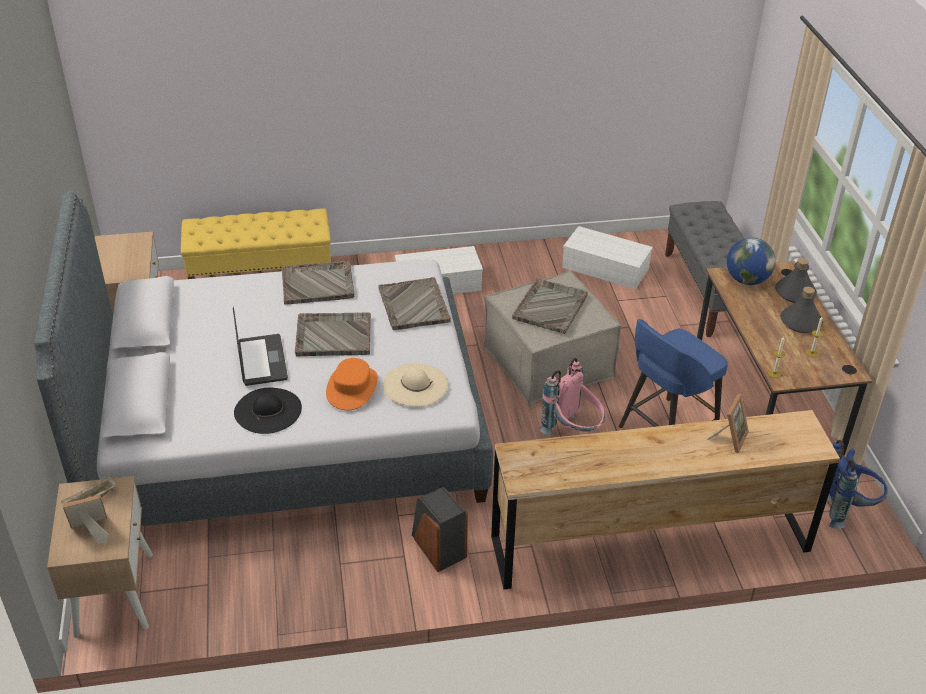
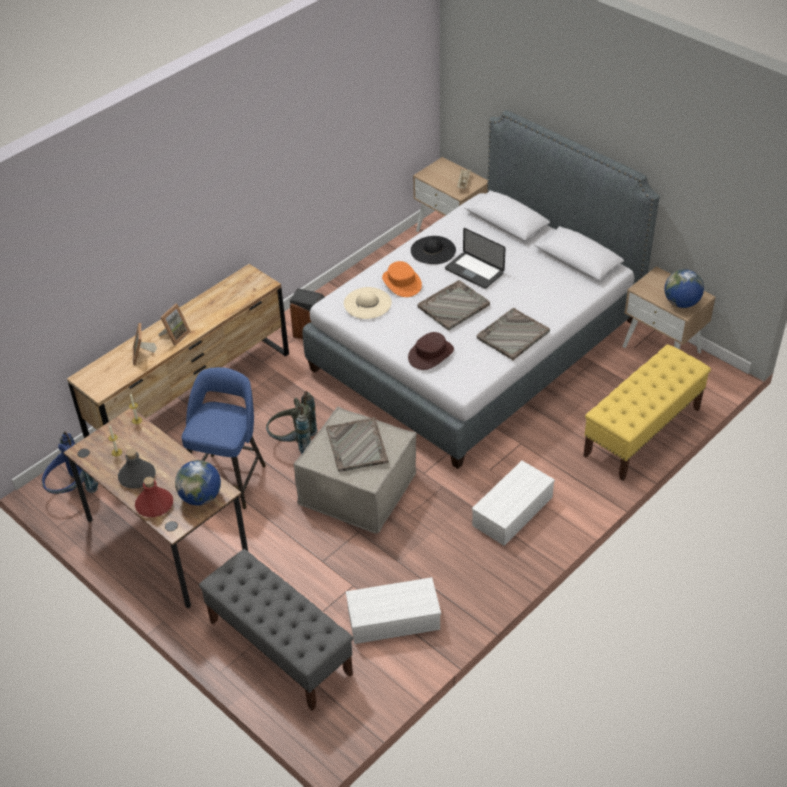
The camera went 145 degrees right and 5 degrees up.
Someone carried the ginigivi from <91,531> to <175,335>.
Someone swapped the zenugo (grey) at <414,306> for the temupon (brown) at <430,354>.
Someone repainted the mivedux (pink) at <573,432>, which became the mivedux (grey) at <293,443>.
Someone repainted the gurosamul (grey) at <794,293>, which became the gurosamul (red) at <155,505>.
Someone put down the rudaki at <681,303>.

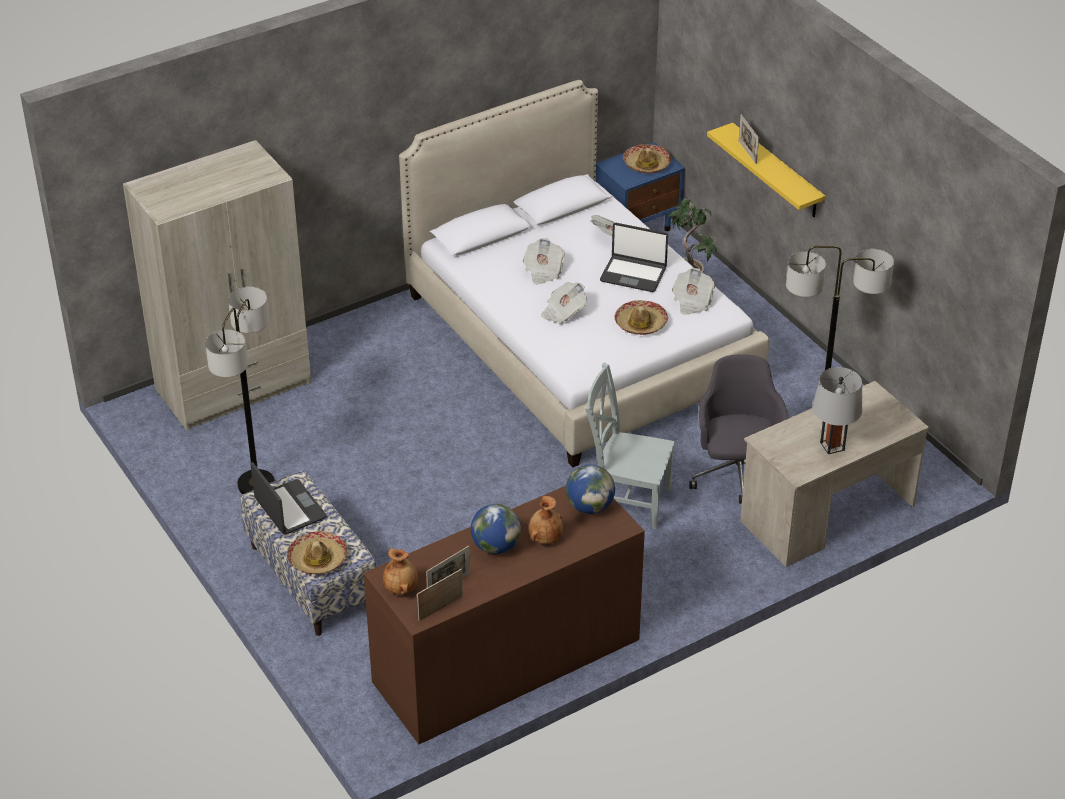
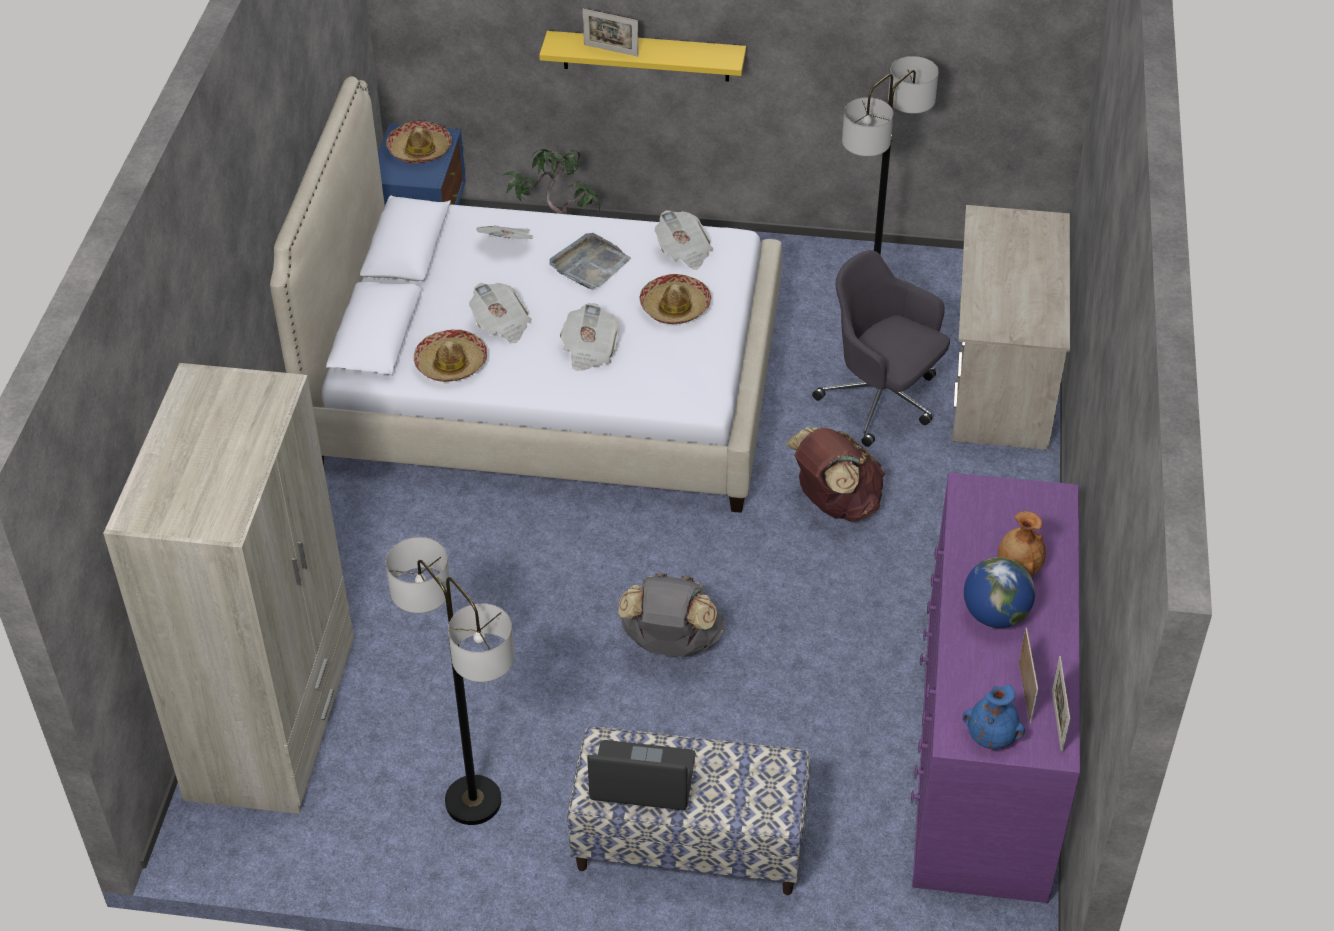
The camera went 50 degrees left and 5 degrees up.
Someone carried the temupon from <317,559> to <451,363>.
Someone repainted the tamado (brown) at <506,660>, which became the tamado (purple) at <984,747>.
Someone repainted the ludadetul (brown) at <401,588>, which became the ludadetul (blue) at <991,736>.
Someone took away the rudaki at <589,507>.
Someone swapped the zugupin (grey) at <626,500> for the mivedux (brown) at <835,503>.
Someone swapped the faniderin at <633,274> for the zenugo (grey) at <589,265>.
Someone took away the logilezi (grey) at <832,446>.
Someone put down the mivedux (grey) at <671,644>.

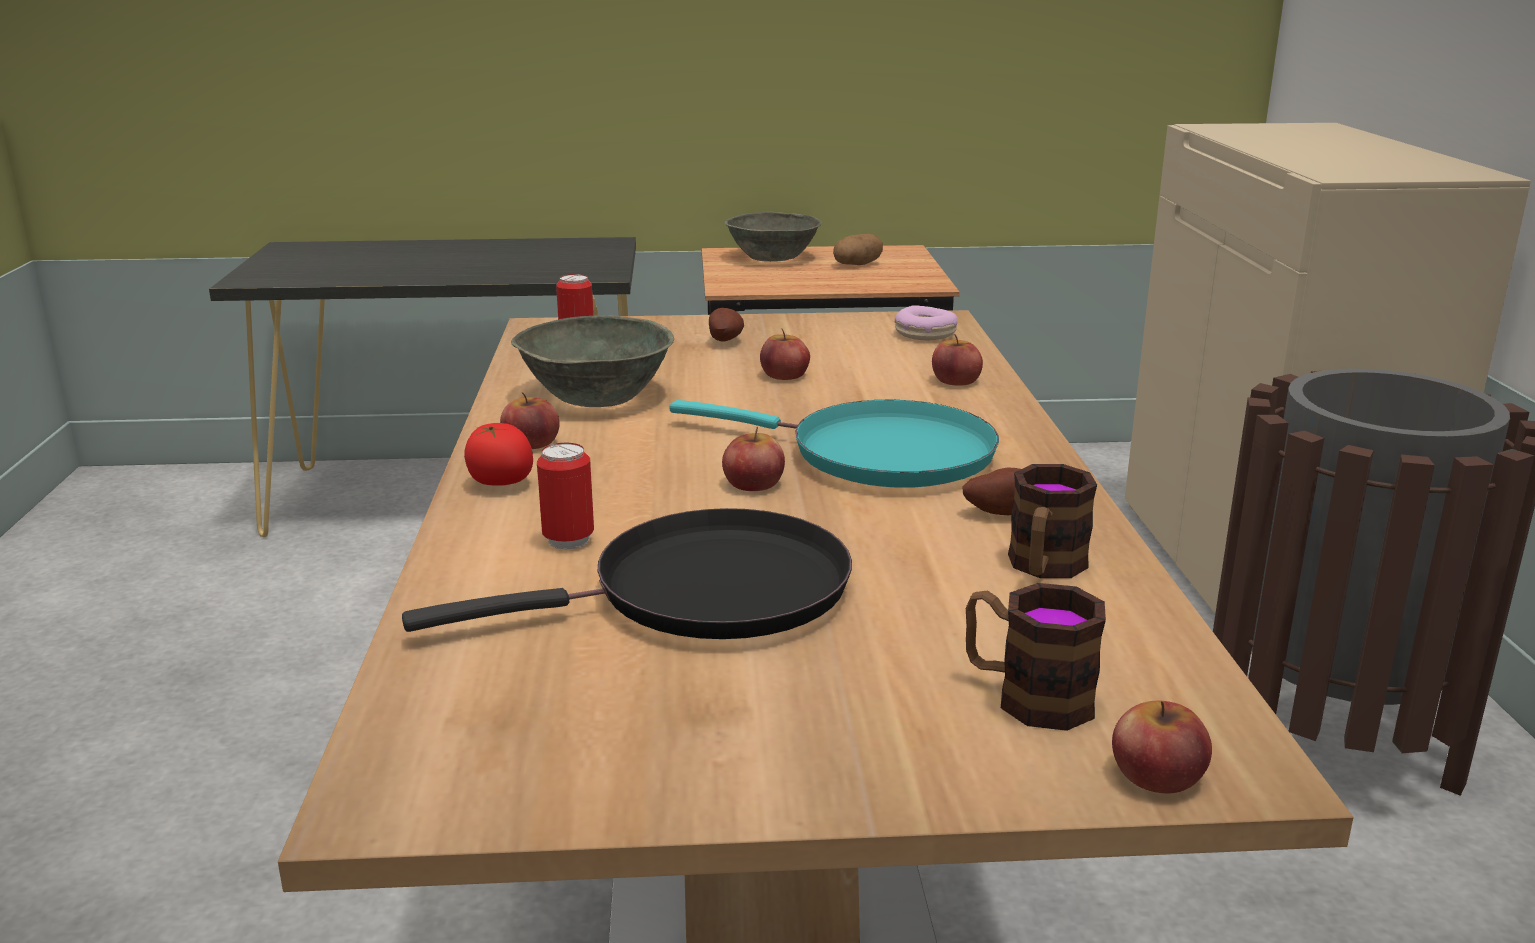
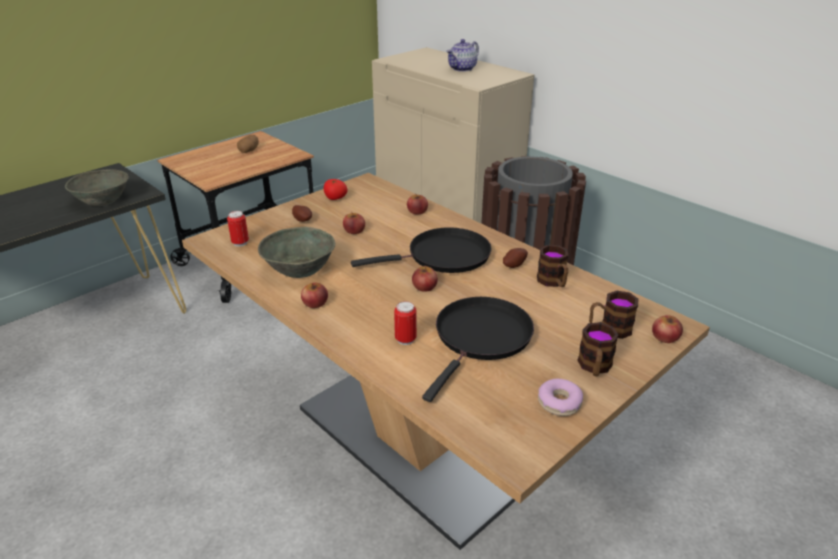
The camera went 40 degrees left and 10 degrees up.
Someone carried the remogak from <500,482> to <335,198>.
Someone repainted the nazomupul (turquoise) at <878,454>, which became the nazomupul (black) at <443,256>.
Someone carried the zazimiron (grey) from <773,257> to <102,200>.
Someone carried the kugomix from <925,333> to <559,402>.
Someone put down the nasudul at <462,69>.
Someone put down the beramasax at <594,367>.

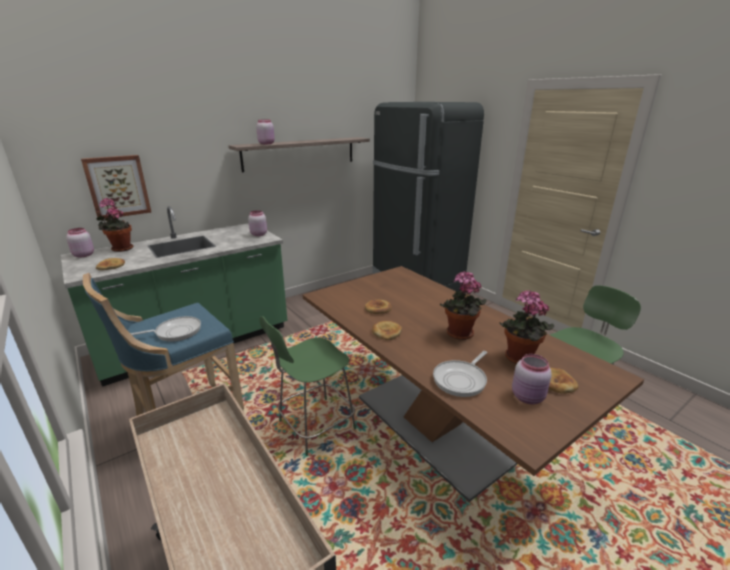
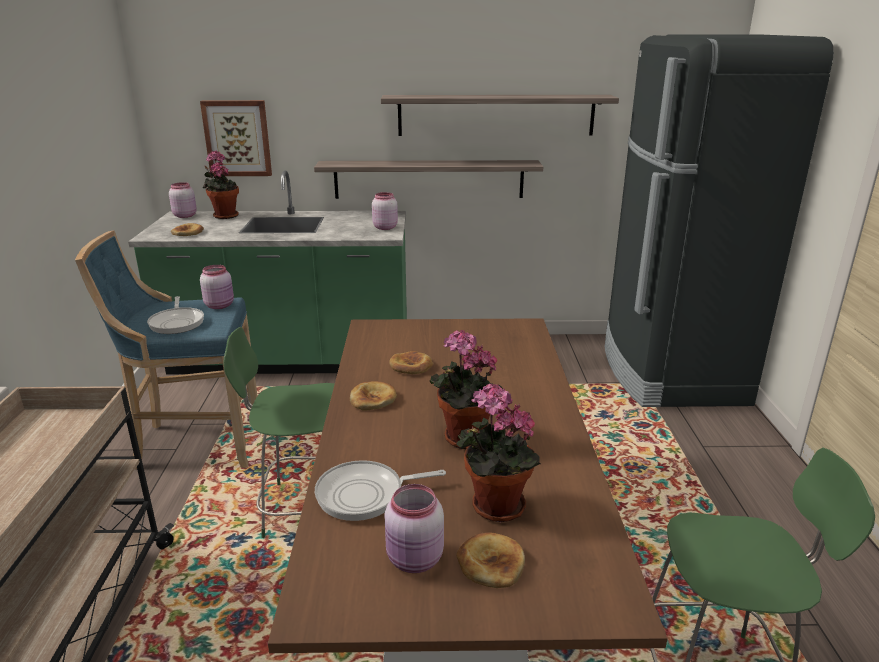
The camera went 35 degrees right and 0 degrees up.
Someone rotated the nazomupul at <175,332> by 60 degrees clockwise.
Someone carried the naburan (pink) from <266,143> to <220,305>.
Someone put up the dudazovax at <429,179>.

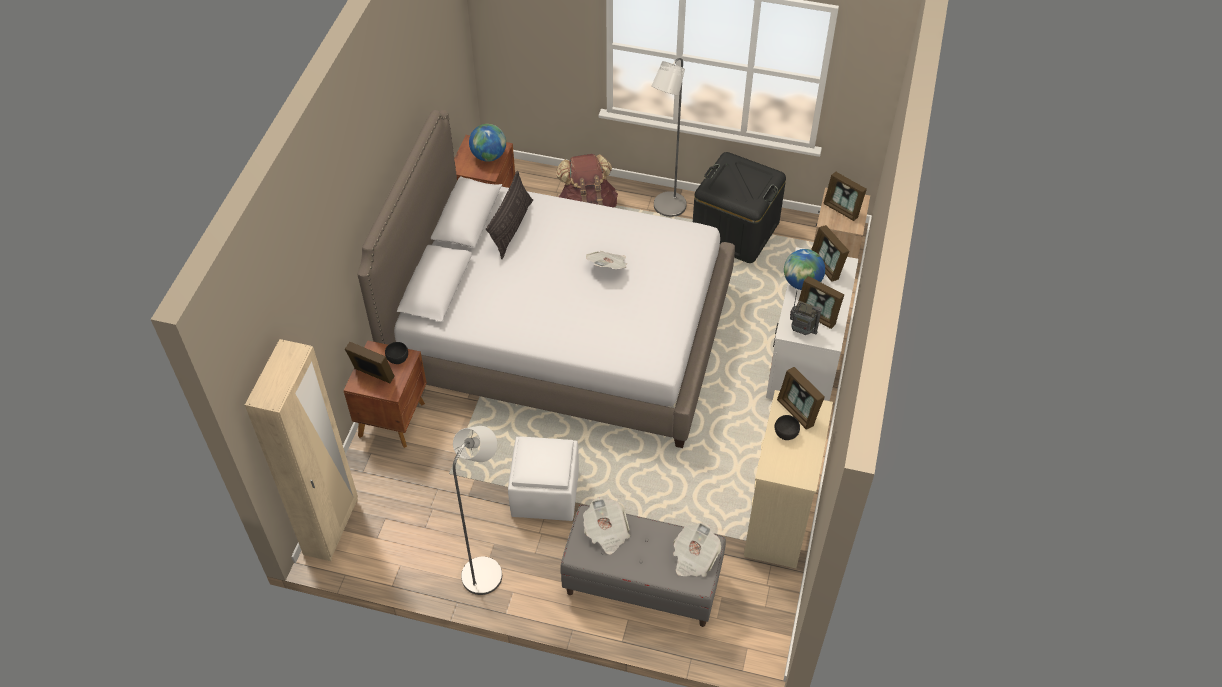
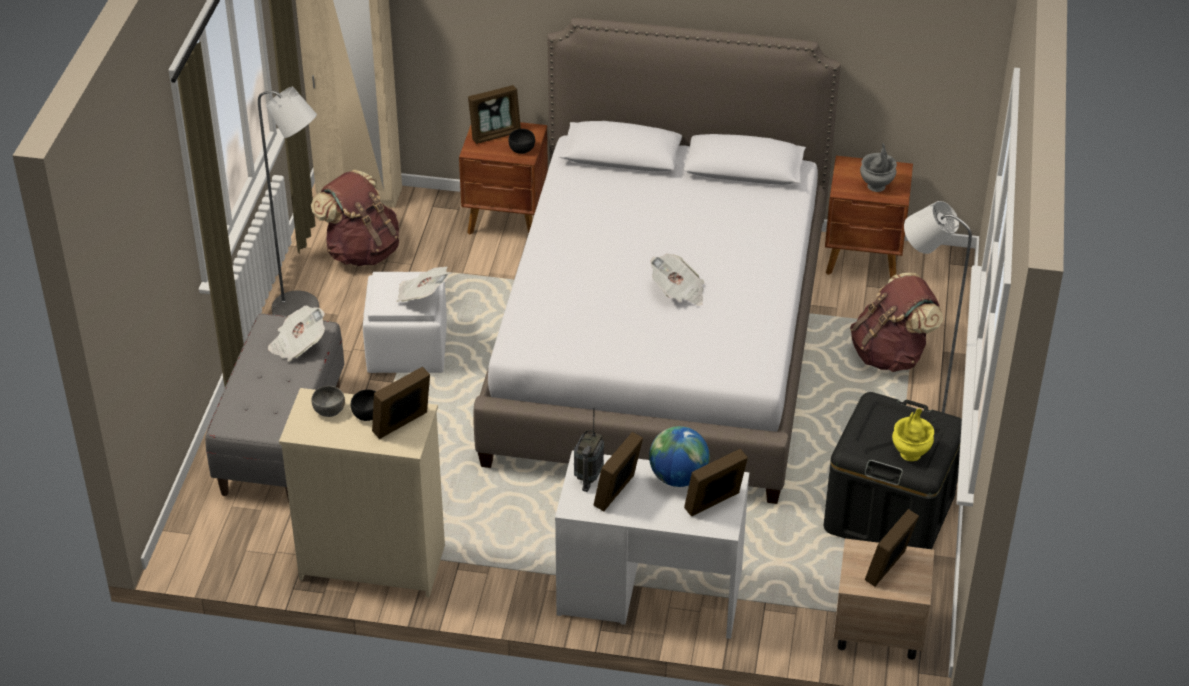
The camera went 85 degrees right and 10 degrees down.
Someone rotated the ginigivi at <372,375> by 45 degrees clockwise.
Someone swapped the rudaki at <489,156> for the ludadetul (grey) at <876,186>.
Someone took away the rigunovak at <512,228>.
Someone carried the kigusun from <694,558> to <422,295>.
Someone put down the mivedux (brown) at <361,251>.
Someone put down the zazimiron (grey) at <329,410>.
Someone put down the ludadetul (yellow) at <910,453>.

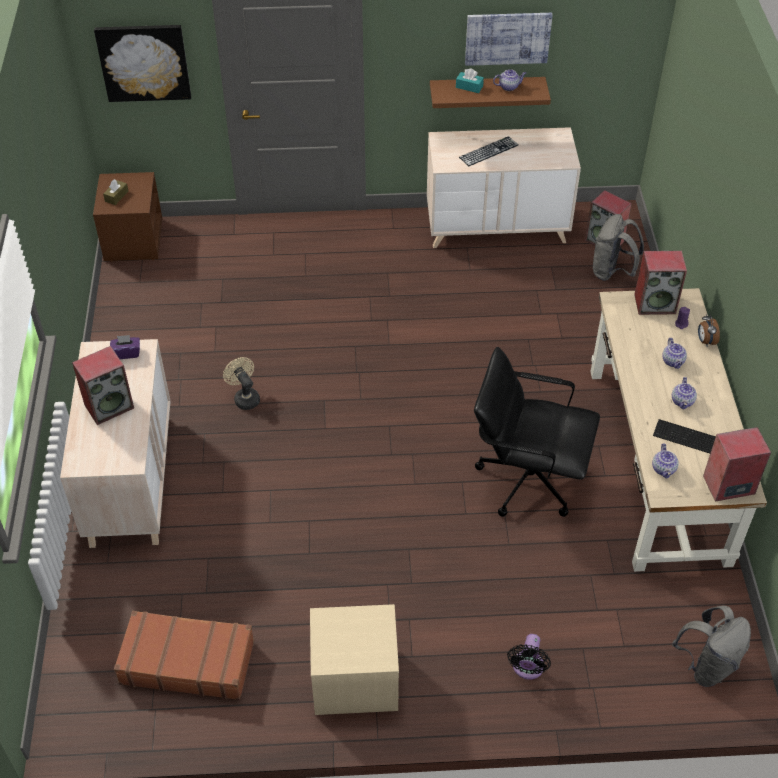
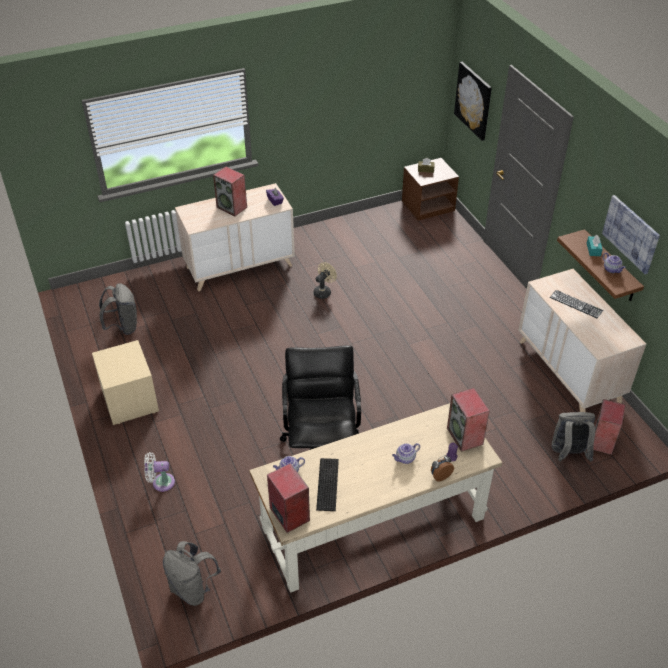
The camera went 70 degrees right and 5 degrees down.
Someone swapped the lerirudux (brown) at <187,662> for the mivedux (grey) at <123,327>.
Someone repainted the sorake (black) at <527,668>, which became the sorake (white) at <161,482>.
Someone took away the nasudul at <682,402>.

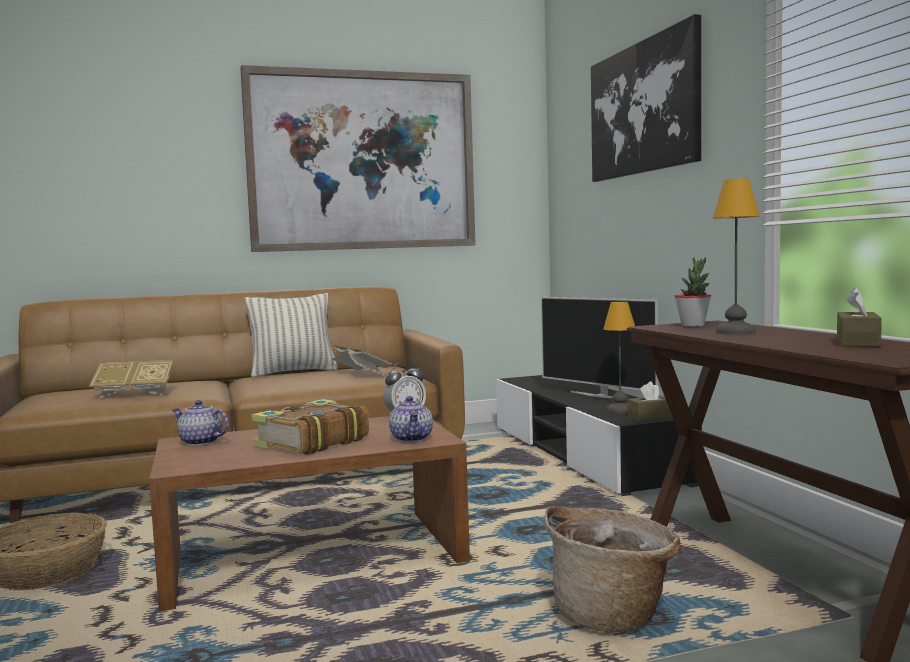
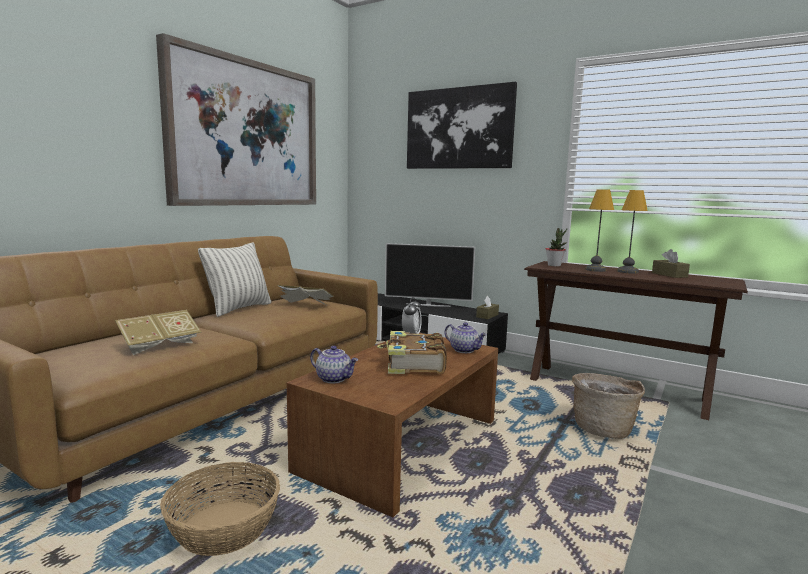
The camera went 40 degrees left and 5 degrees up.
Someone rotated the nasudul at <199,442> by 135 degrees counterclockwise.
Someone carried the logilezi from <621,410> to <628,271>.

